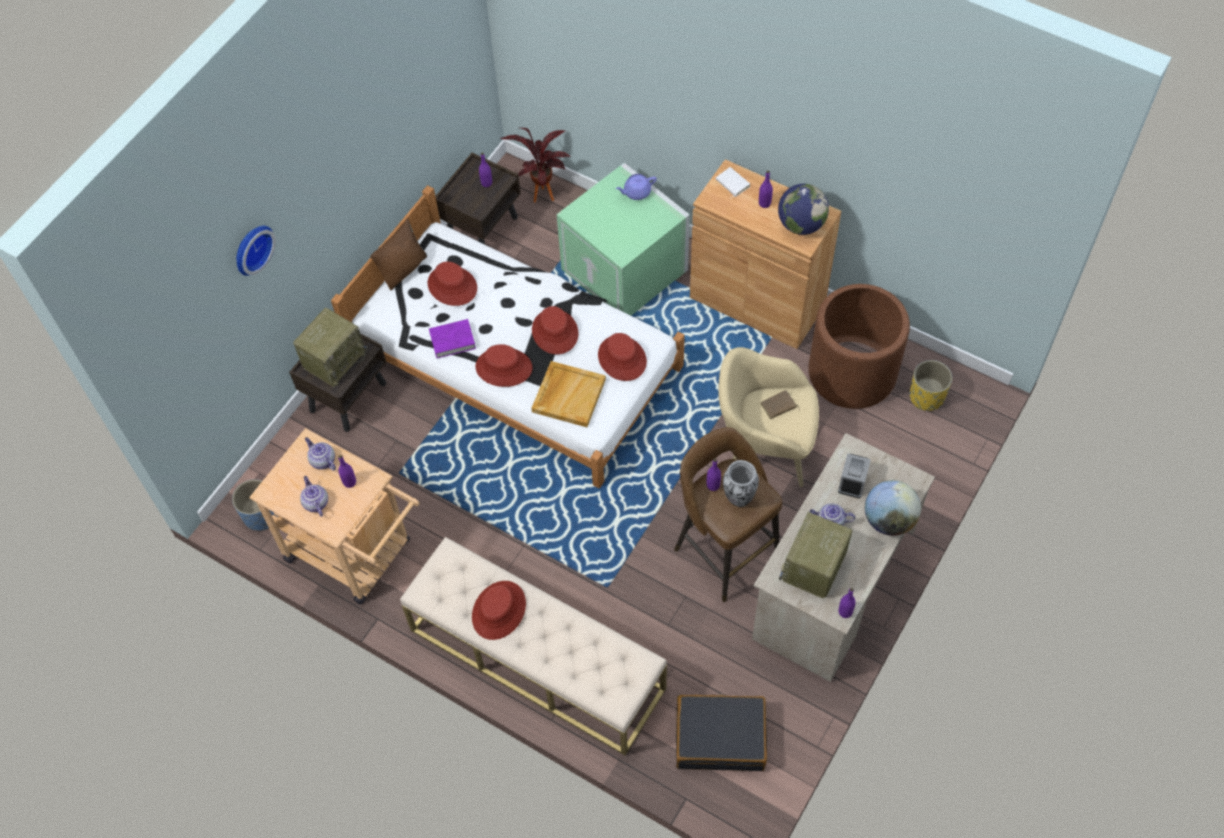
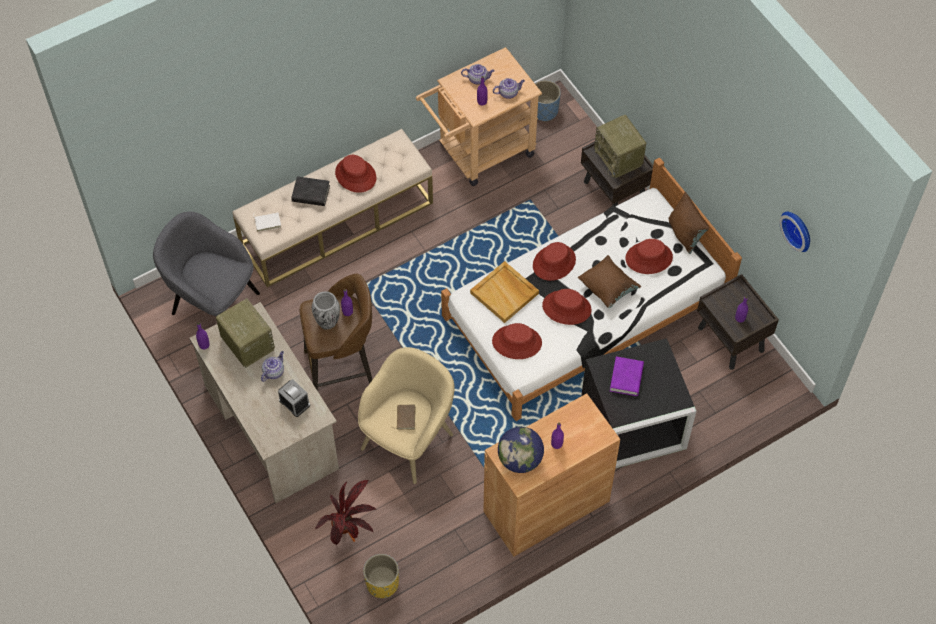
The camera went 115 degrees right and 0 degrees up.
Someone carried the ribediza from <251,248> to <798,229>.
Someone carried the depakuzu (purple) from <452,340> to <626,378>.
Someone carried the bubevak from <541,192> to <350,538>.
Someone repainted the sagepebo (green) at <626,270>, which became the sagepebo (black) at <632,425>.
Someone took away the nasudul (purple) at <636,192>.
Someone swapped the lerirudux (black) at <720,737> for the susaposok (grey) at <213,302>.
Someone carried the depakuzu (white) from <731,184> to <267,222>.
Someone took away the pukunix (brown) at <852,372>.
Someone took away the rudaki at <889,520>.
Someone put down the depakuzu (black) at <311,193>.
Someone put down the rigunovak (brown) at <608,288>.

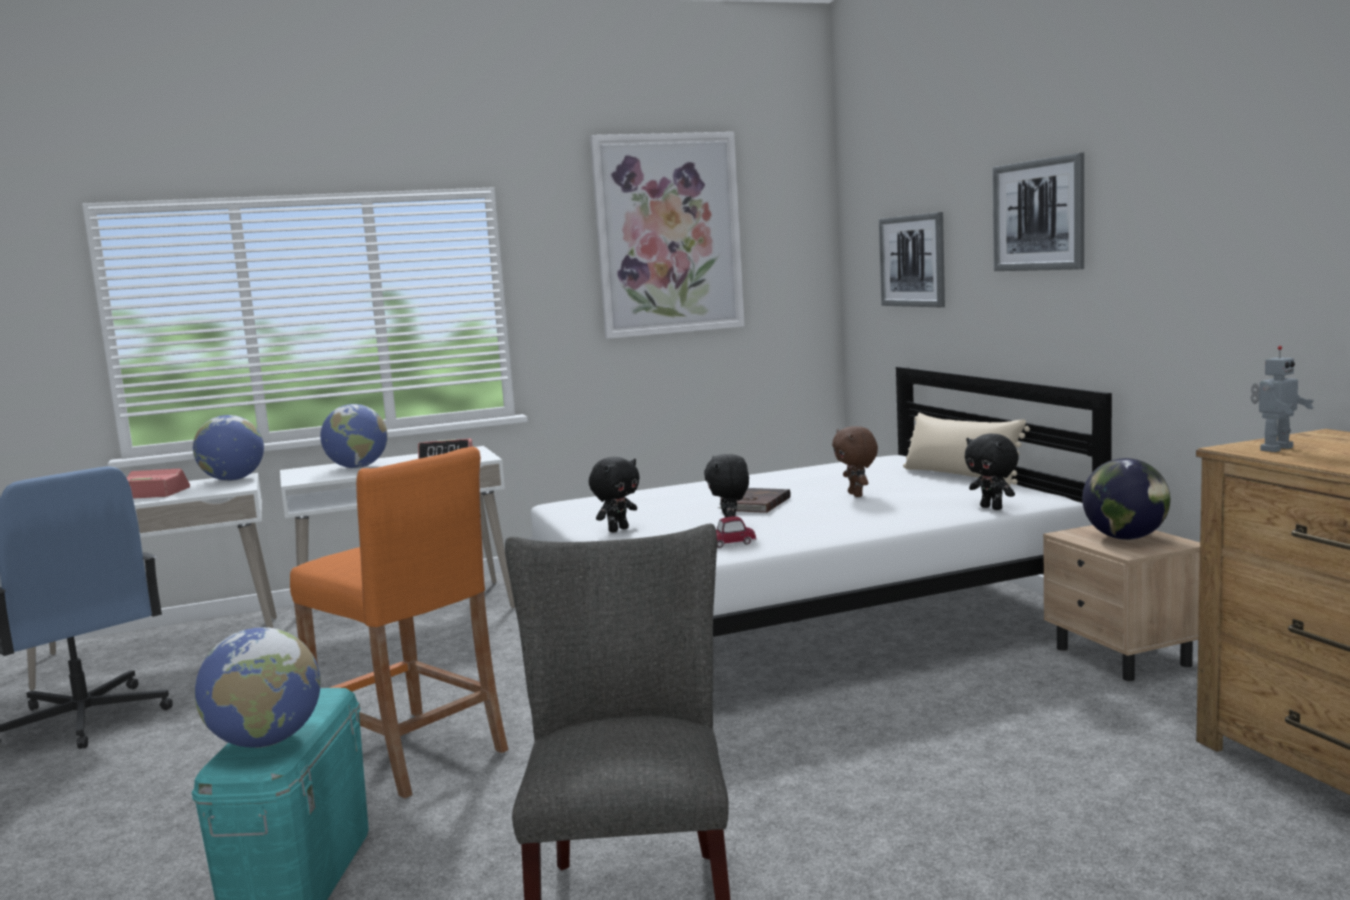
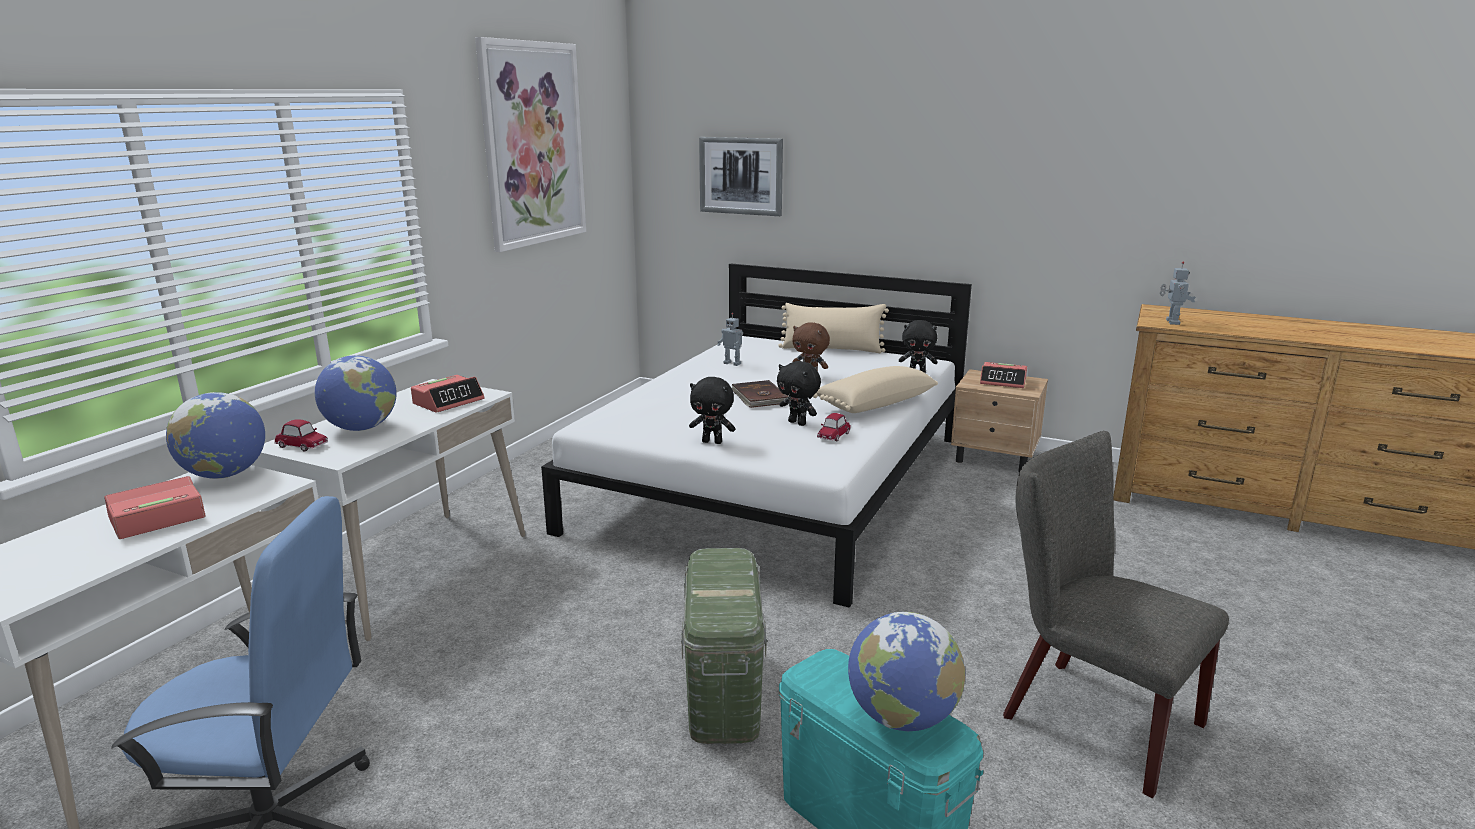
The camera went 45 degrees left and 10 degrees up.
Someone swapped the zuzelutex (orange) at <410,752> for the sagepebo (green) at <724,692>.
Someone rotated the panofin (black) at <618,530> by 105 degrees clockwise.
Someone took away the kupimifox at <1038,215>.
Someone swapped the rudaki at <1126,538> for the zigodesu at <1003,382>.
Someone put down the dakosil at <302,445>.
Someone put down the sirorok at <732,363>.
Someone put down the rigunovak (beige) at <874,403>.

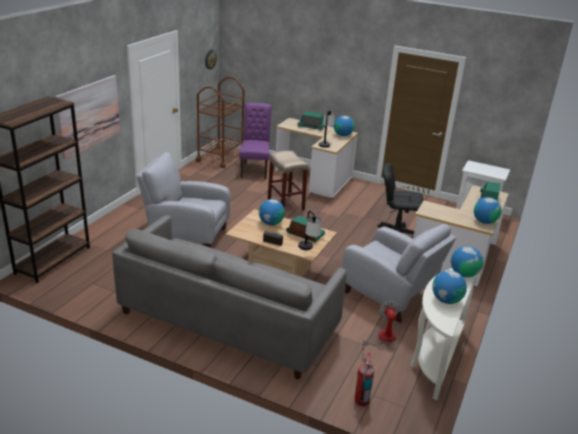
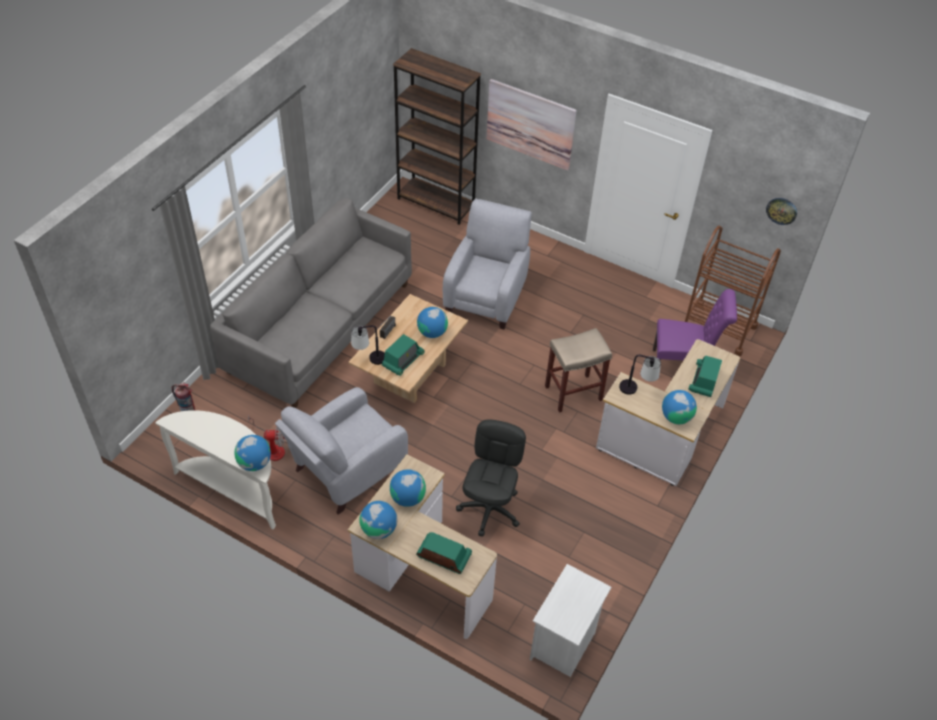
The camera went 95 degrees right and 20 degrees up.
Someone carried the rudaki from <446,300> to <408,498>.

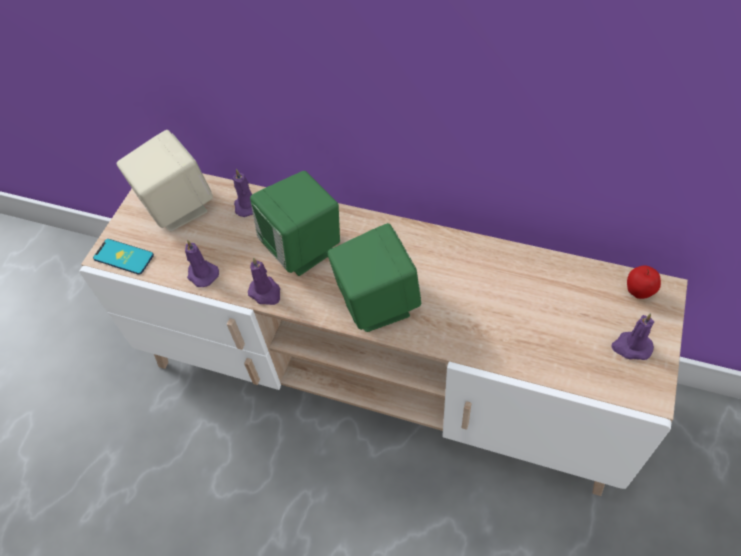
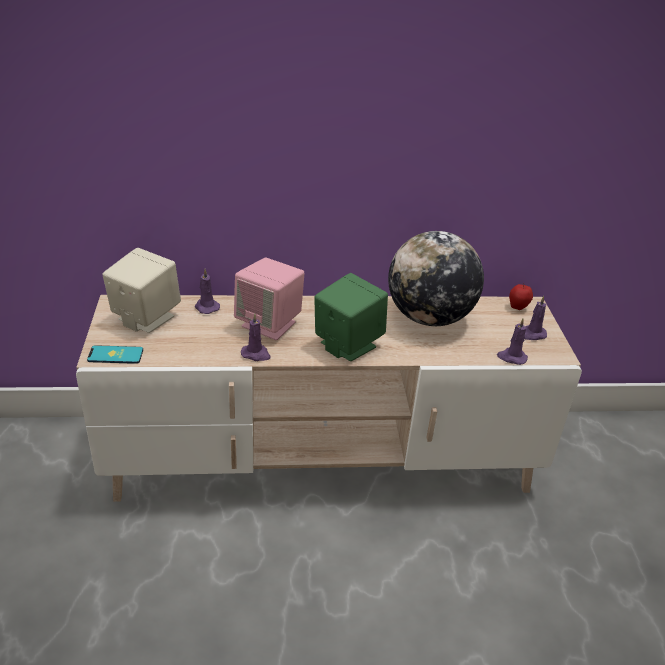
The camera went 30 degrees left and 20 degrees down.
Someone carried the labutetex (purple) from <202,274> to <511,357>.
Someone repainted the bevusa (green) at <303,248>, which became the bevusa (pink) at <269,324>.
Someone put down the rudaki at <429,318>.

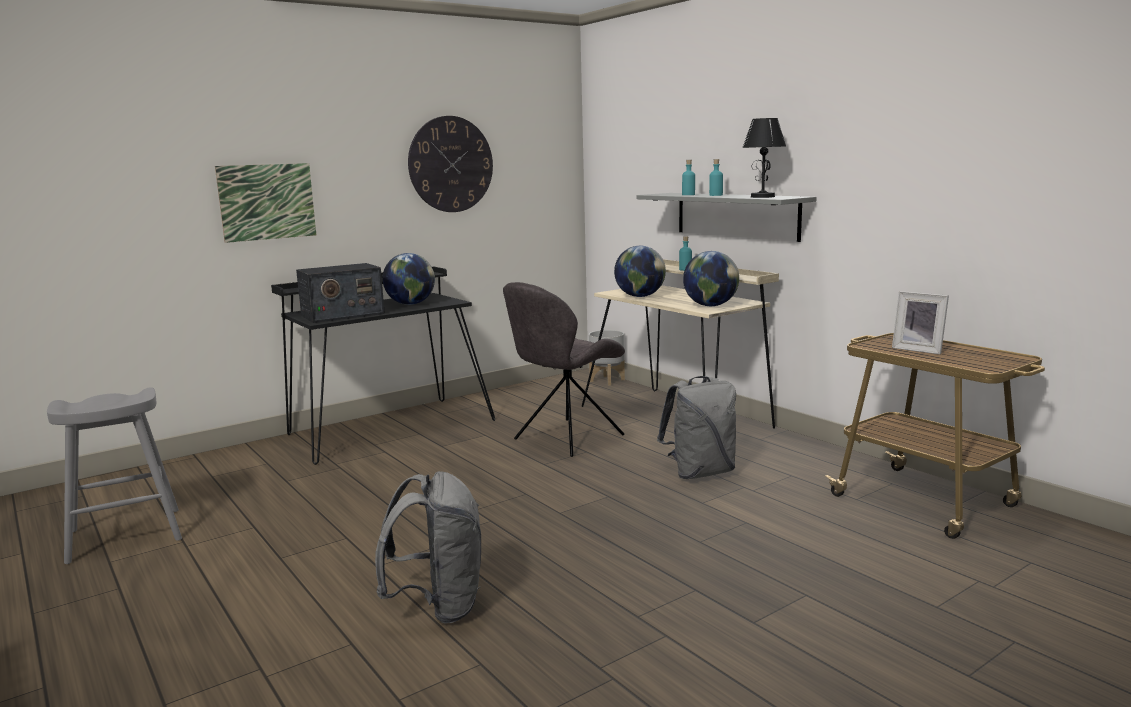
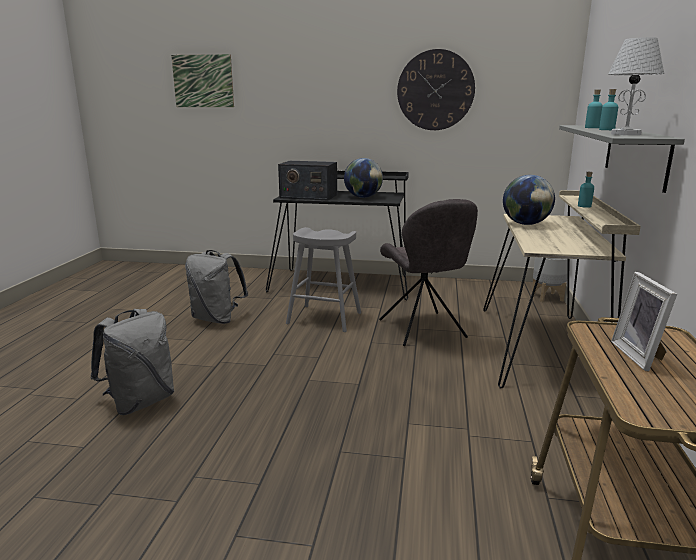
The camera went 45 degrees right and 5 degrees up.
Someone carried the zuzelutex (grey) from <125,535> to <324,318>.
Someone carried the kupimifox from <267,202> to <203,81>.
Someone rotated the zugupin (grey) at <566,438> by 105 degrees counterclockwise.
Someone carried the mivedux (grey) from <700,473> to <217,319>.
Someone took away the rudaki at <710,305>.
Someone repainted the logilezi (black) at <762,197>, which became the logilezi (white) at <625,134>.

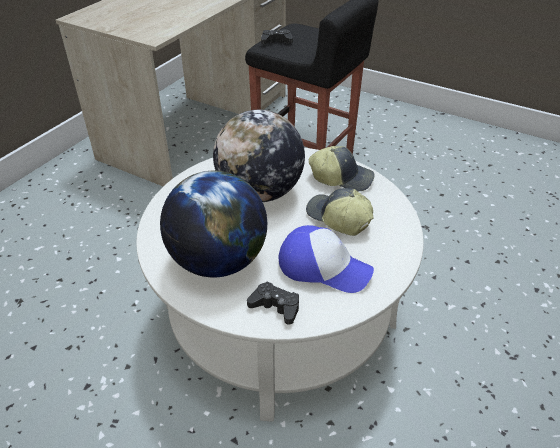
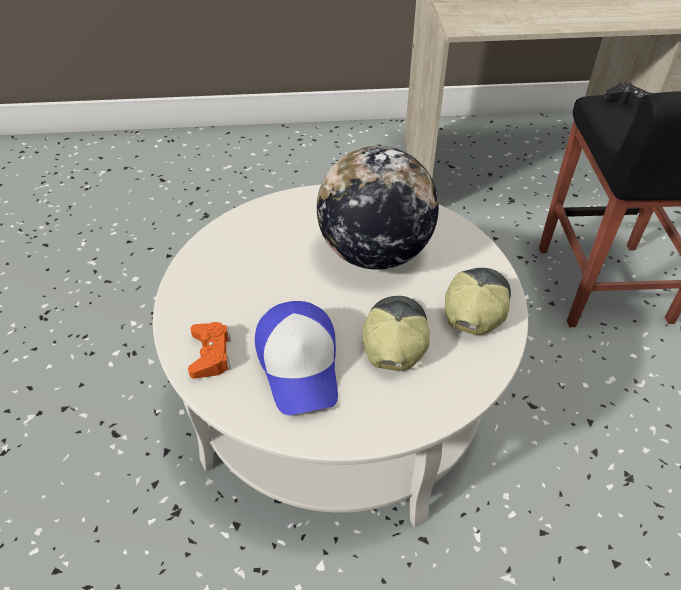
The camera went 55 degrees right and 5 degrees up.
Someone took away the rudaki at <218,261>.
Someone repainted the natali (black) at <275,306>, which became the natali (orange) at <211,354>.
Someone rotated the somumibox at <342,178> by 135 degrees counterclockwise.

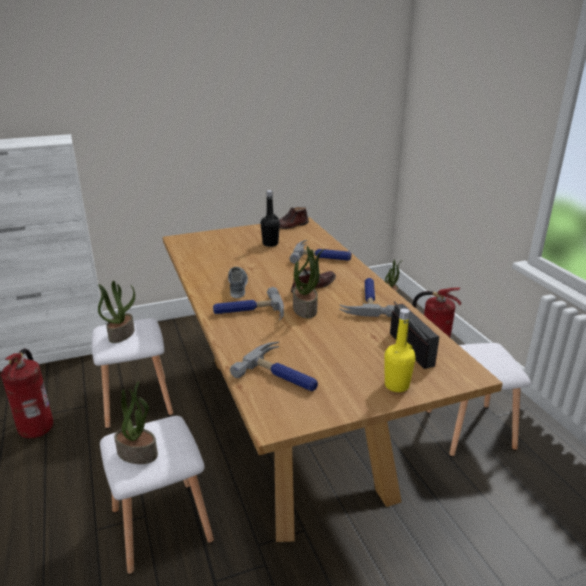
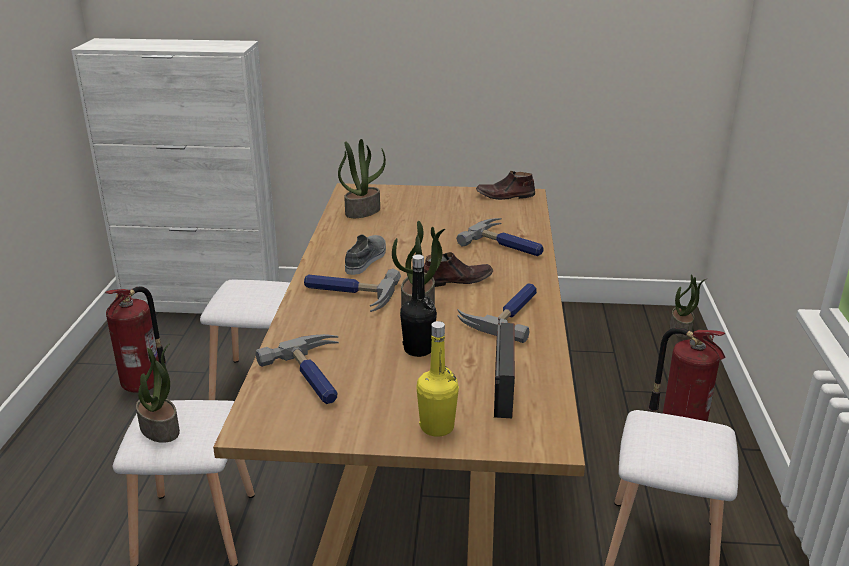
The camera went 25 degrees right and 0 degrees up.
Someone carried the bubevak from <121,334> to <362,211>.
Someone carried the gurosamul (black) from <270,244> to <418,349>.

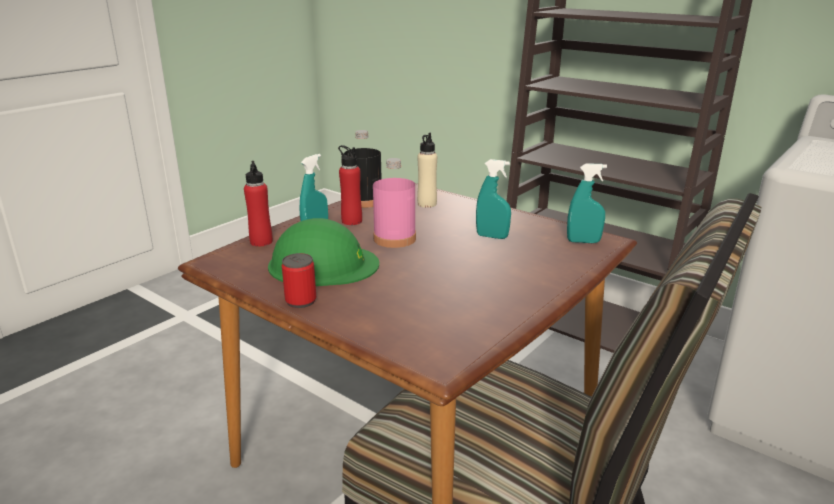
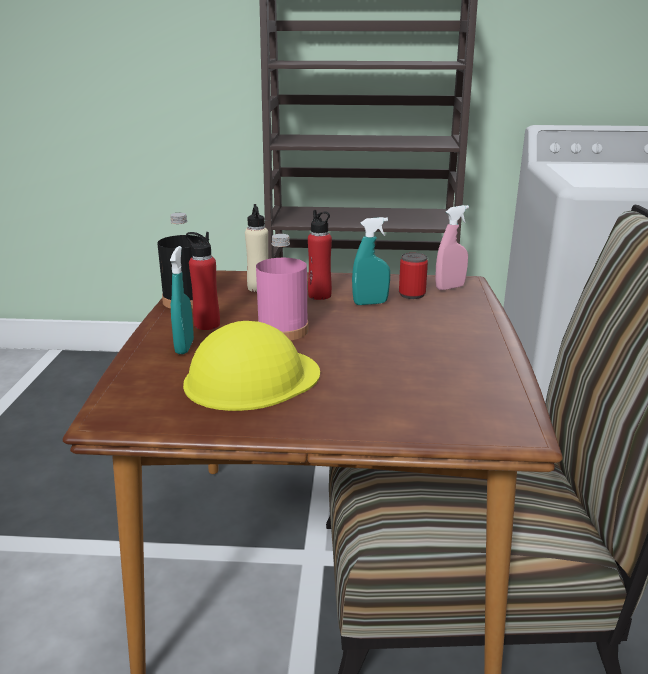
The camera went 35 degrees left and 0 degrees up.
Someone carried the gurosamul (red) from <261,242> to <319,295>.
Someone repainted the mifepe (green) at <323,265>, which became the mifepe (yellow) at <251,378>.
Someone carried the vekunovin from <301,301> to <412,294>.
Someone repainted the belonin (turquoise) at <583,241>, which became the belonin (pink) at <450,287>.

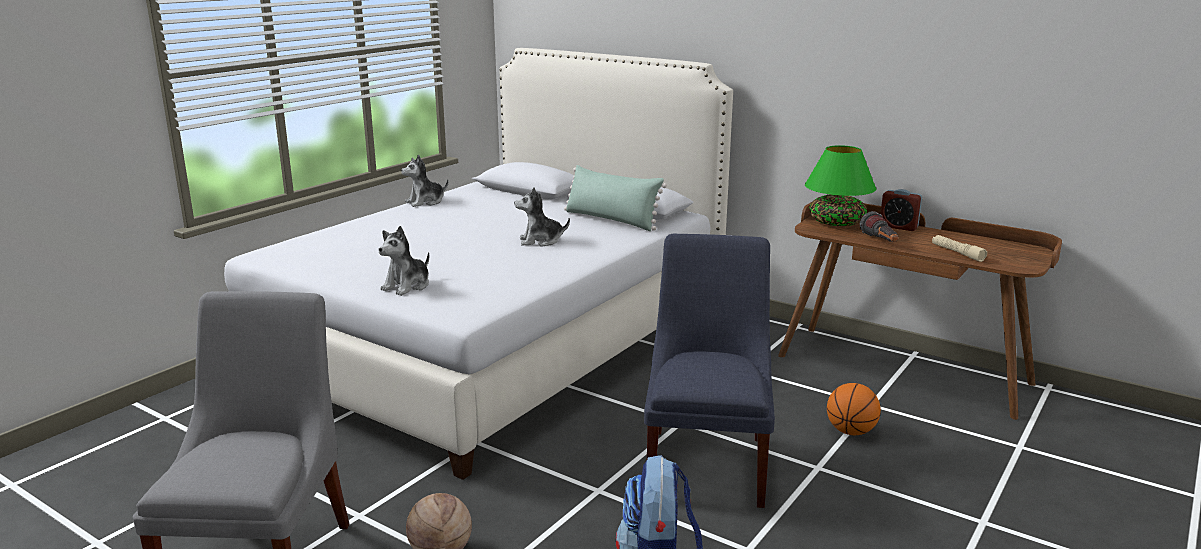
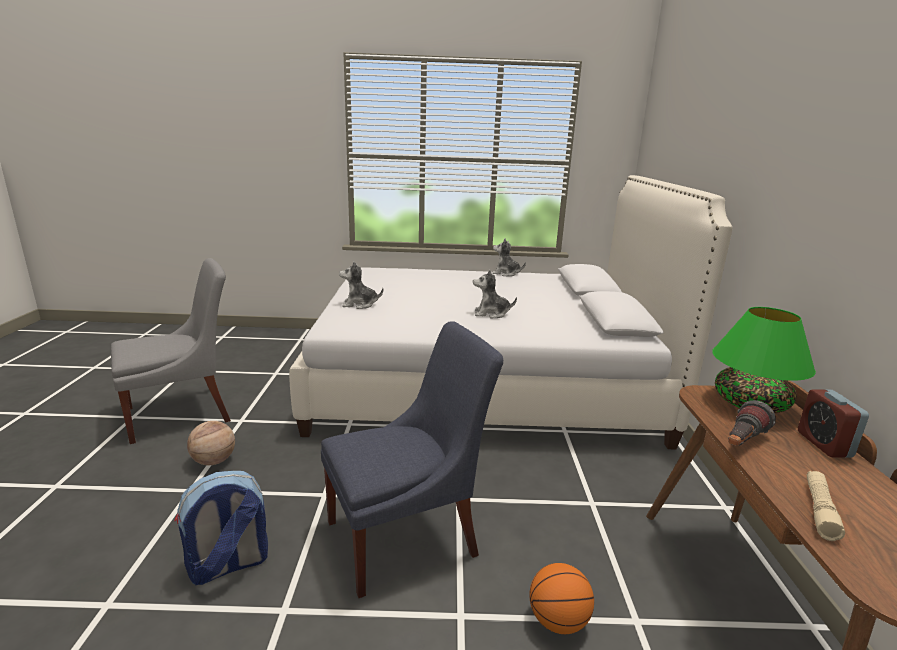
The camera went 55 degrees right and 0 degrees up.
Someone rotated the panofin at <540,241> by 45 degrees counterclockwise.
Someone took away the rigunovak (green) at <611,220>.

